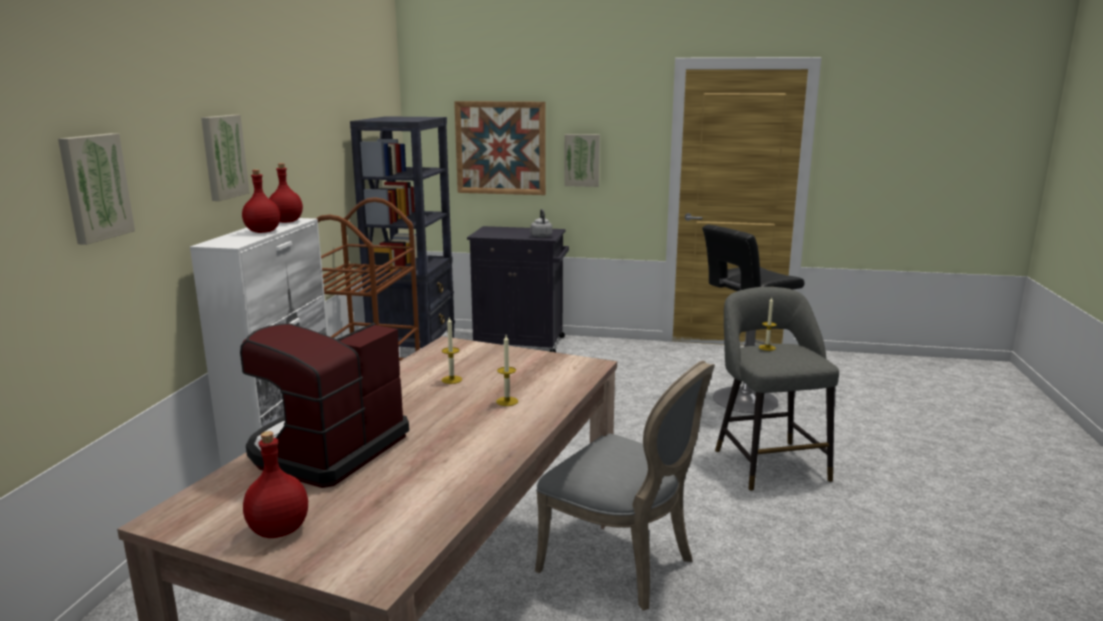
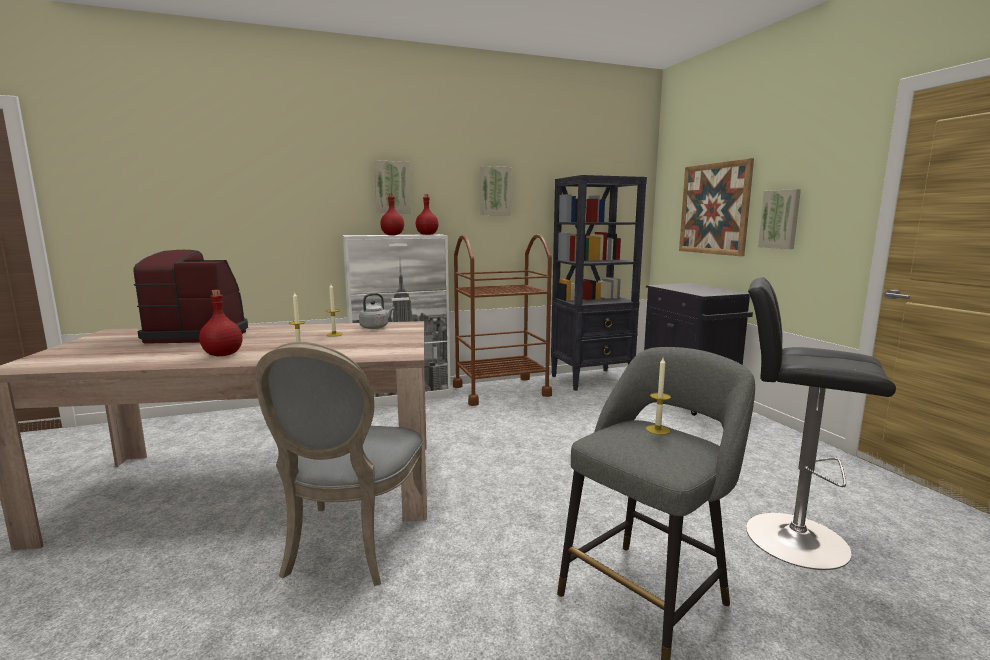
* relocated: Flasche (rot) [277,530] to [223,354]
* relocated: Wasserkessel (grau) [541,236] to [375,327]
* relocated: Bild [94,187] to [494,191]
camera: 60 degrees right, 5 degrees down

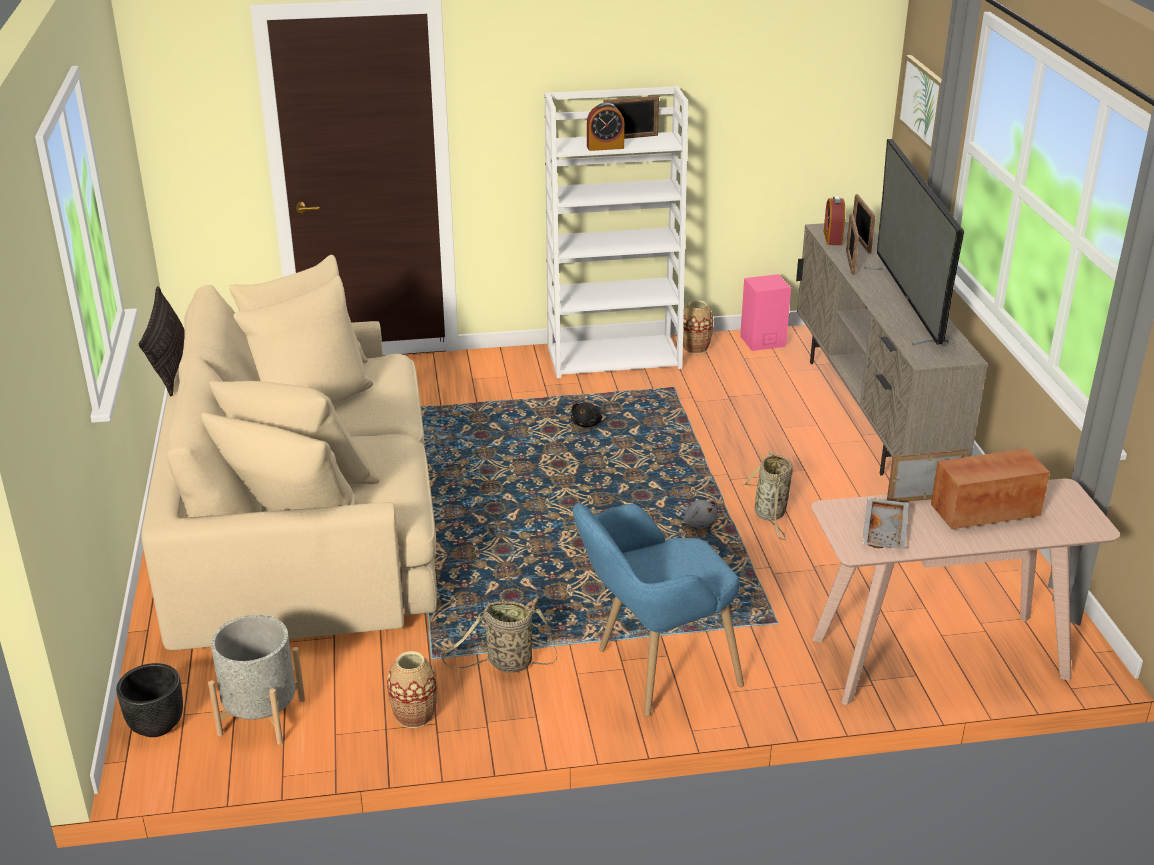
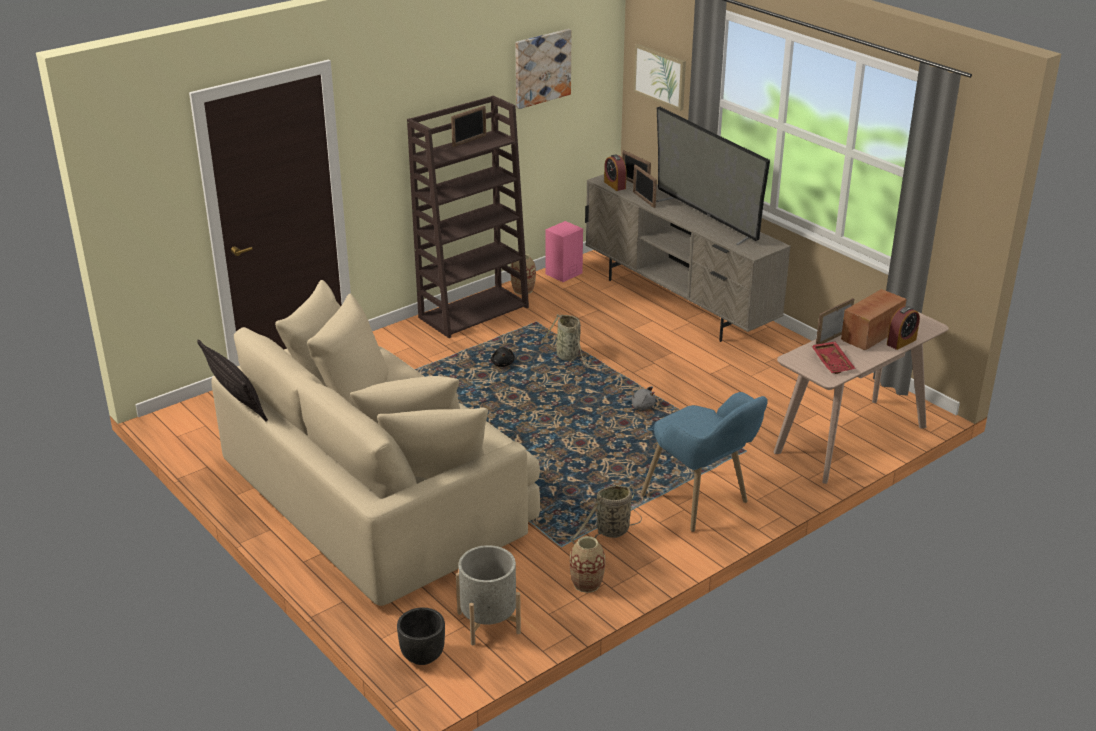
* colour: Bücherregal (weiß) [615,357] to Bücherregal (braun) [474,311]
* appeared: Bild [542,68]
* relocated: Korb [770,515] to [568,357]
* spun: Sessel (blau) [652,673] = [703,506] 75 degrees counterclockwise
* colour: Tablett (grau) [886,532] to Tablett (rot) [833,363]
* relocated: Wecker [605,147] to [901,342]
camera: 30 degrees left, 0 degrees up

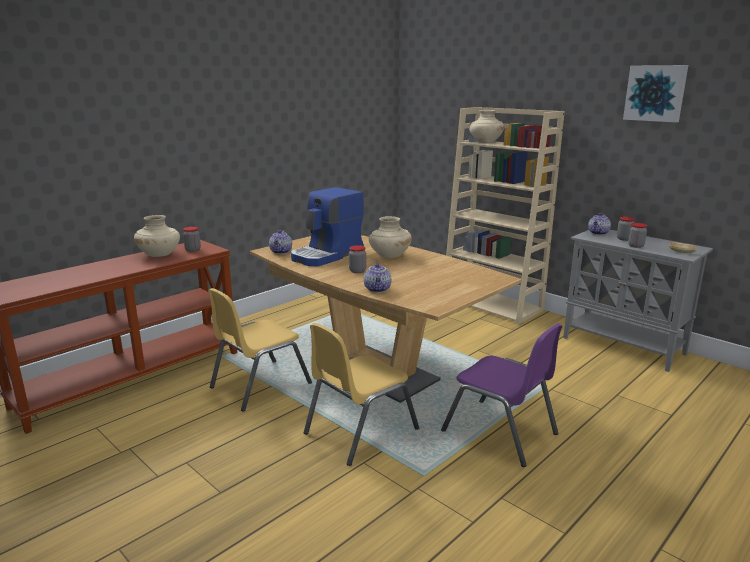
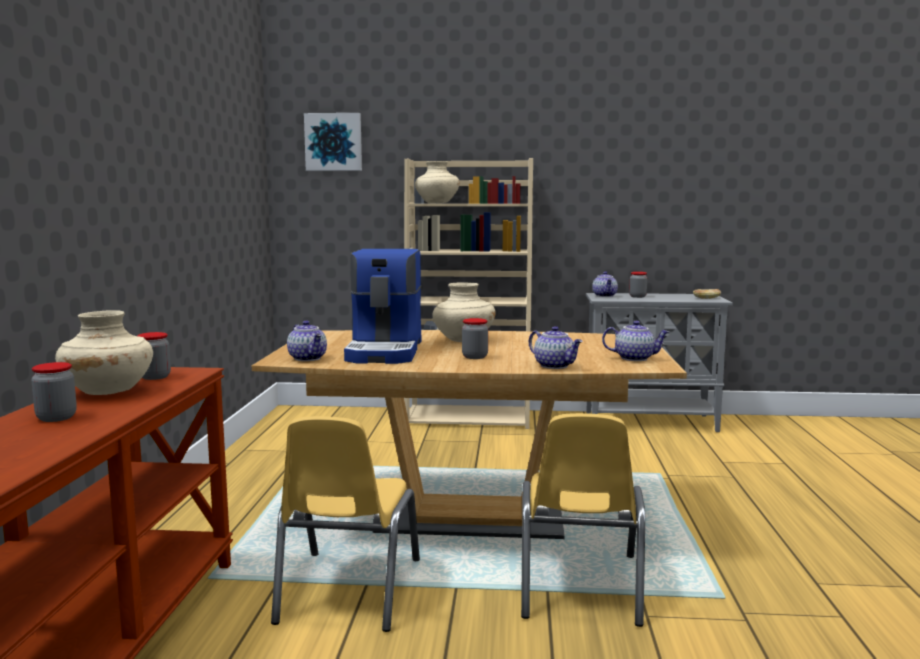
* relocated: Vorratsglas [635,246] to [56,418]
* relocated: Bild [655,93] to [333,142]
* appeared: Teekanne [634,358]
* missing: Stuhl (lila) [500,432]
camera: 40 degrees left, 10 degrees down

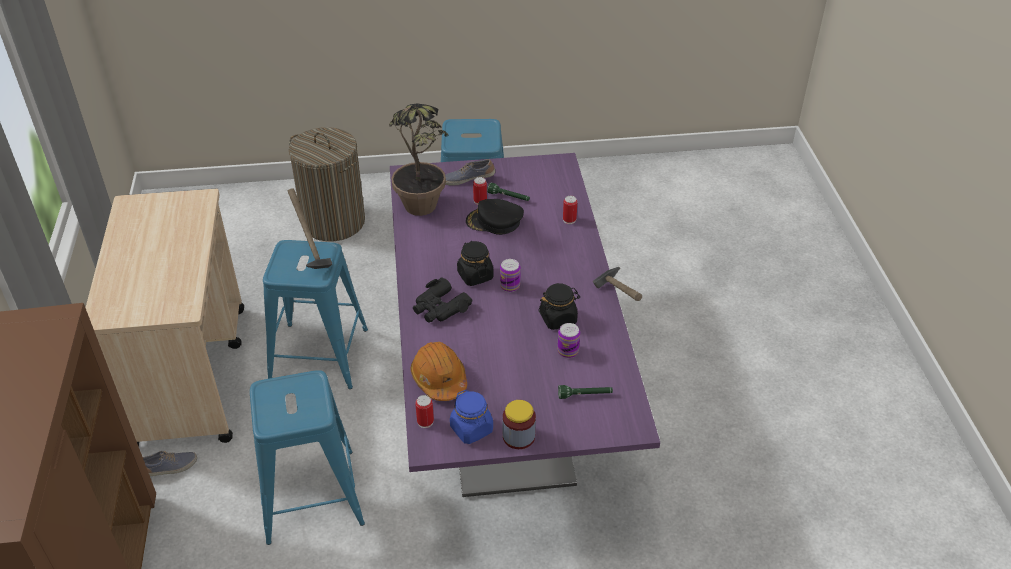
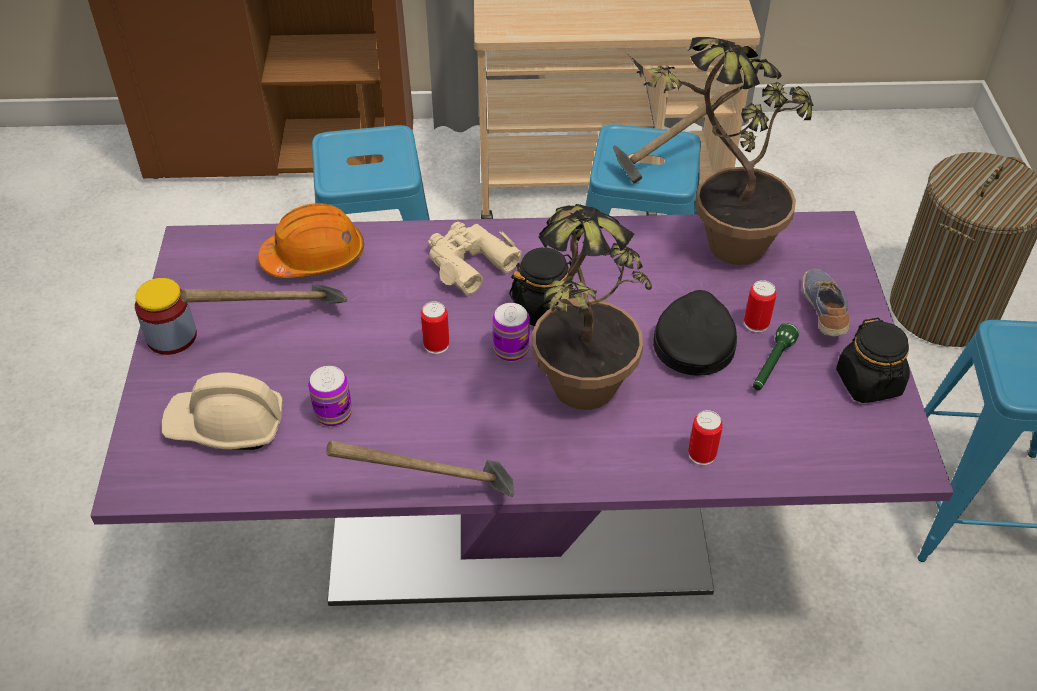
* exchanged: Taschenlampe (grün) [585,395] to Schutzhelm (beige) [226,425]
* appeared: Hammer [280,331]
* relocated: Dose [425,422] to [436,345]
* colour: Fernglas (schwarz) [440,308] to Fernglas (beige) [469,262]
* appeared: Topfpflanze [578,404]
* relocated: Vorratsglas (schwarz) [558,318] to [869,383]
* missing: Schuh [169,468]
* missing: Vorratsglas (blau) [472,429]
camera: 95 degrees right, 5 degrees up

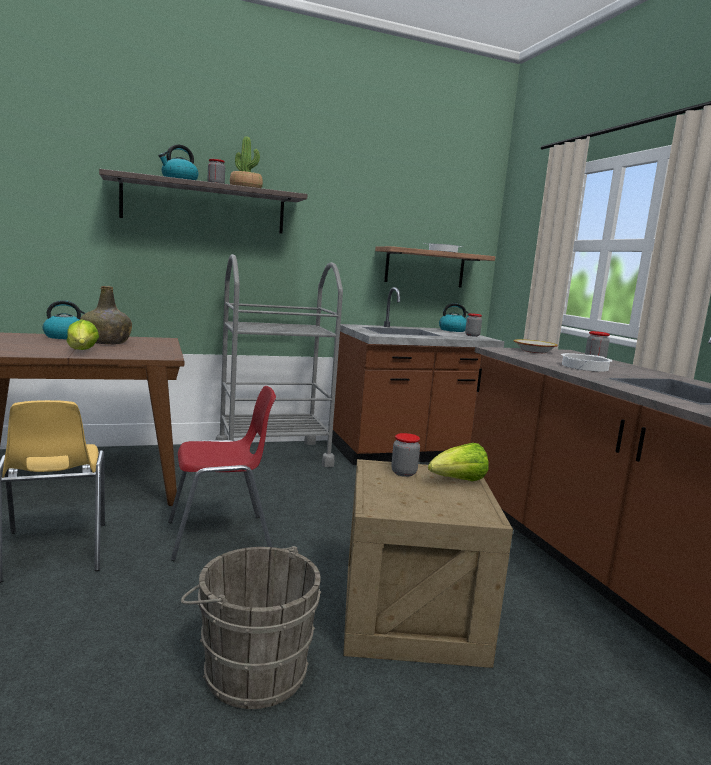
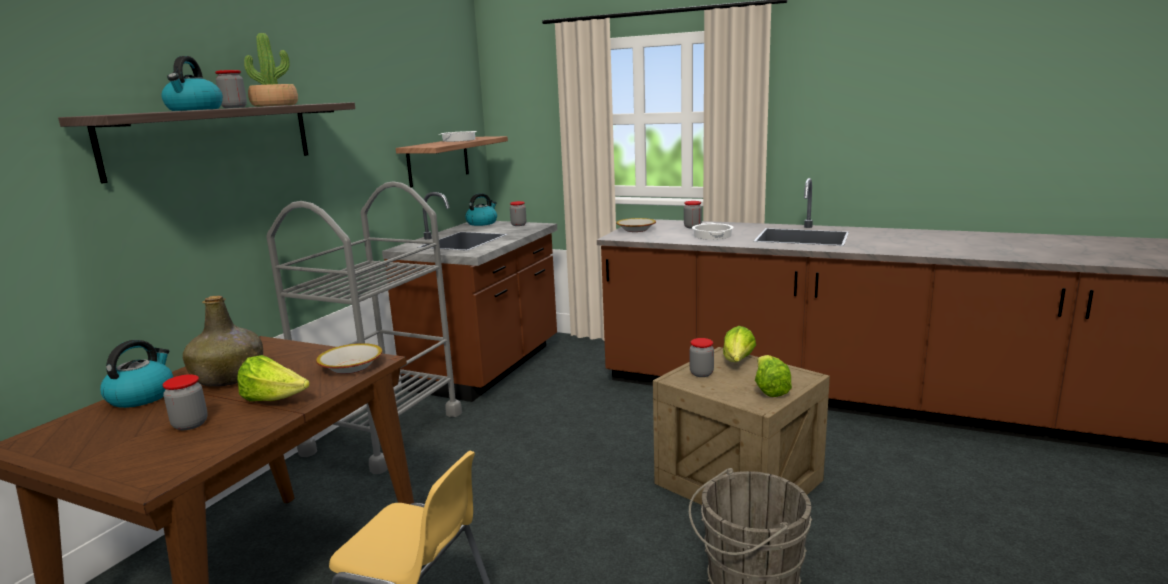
* appeared: Vorratsglas [190,424]
* appeared: Schüssel [351,367]
* appeared: Salatkopf [769,389]
* missing: Stuhl (rot) [220,537]
camera: 45 degrees left, 5 degrees up

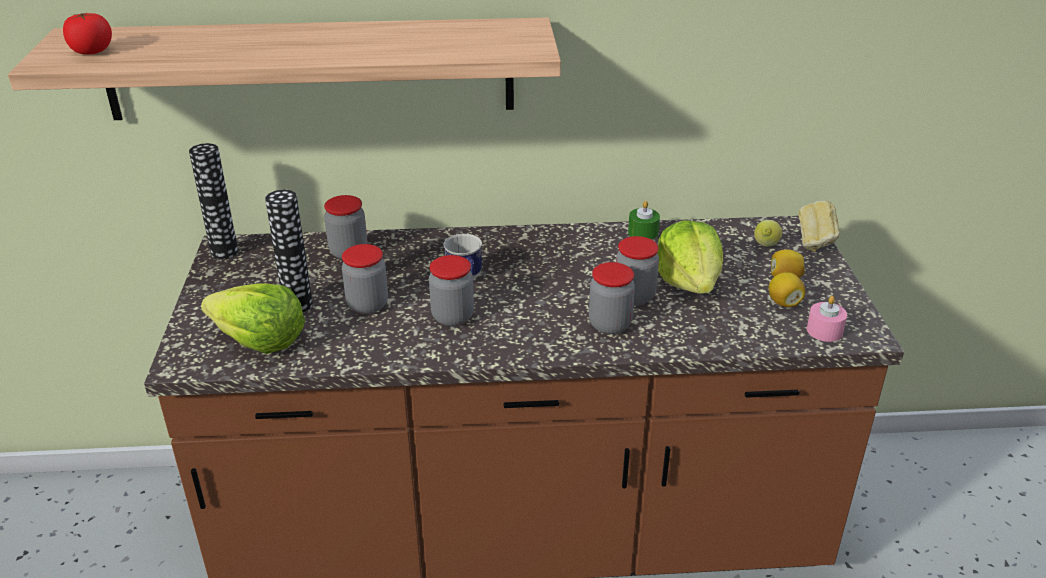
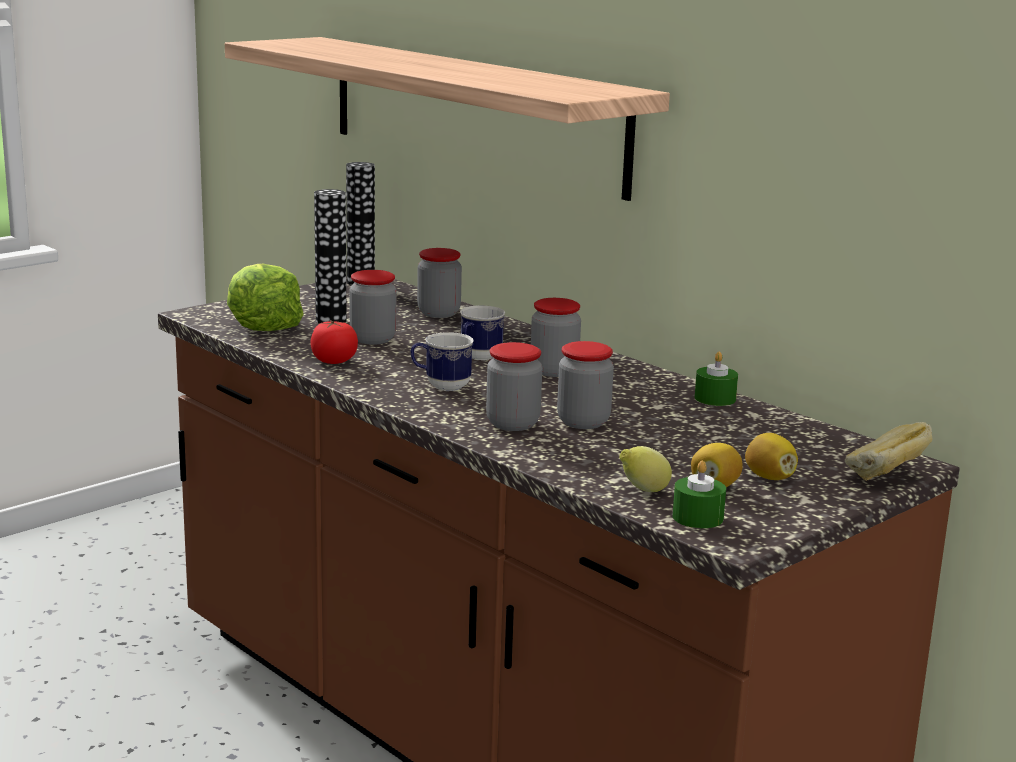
* relocated: Tomate [91,51] to [334,361]
* appeared: Henkelbecher [441,386]
* relocated: Vorratsglas [452,317] to [554,371]
* relocated: Zitrone [765,246] to [643,491]
* colour: Kerze (rosa) [824,331] to Kerze (grün) [697,517]
* missing: Salatkopf [689,281]
camera: 50 degrees right, 15 degrees down

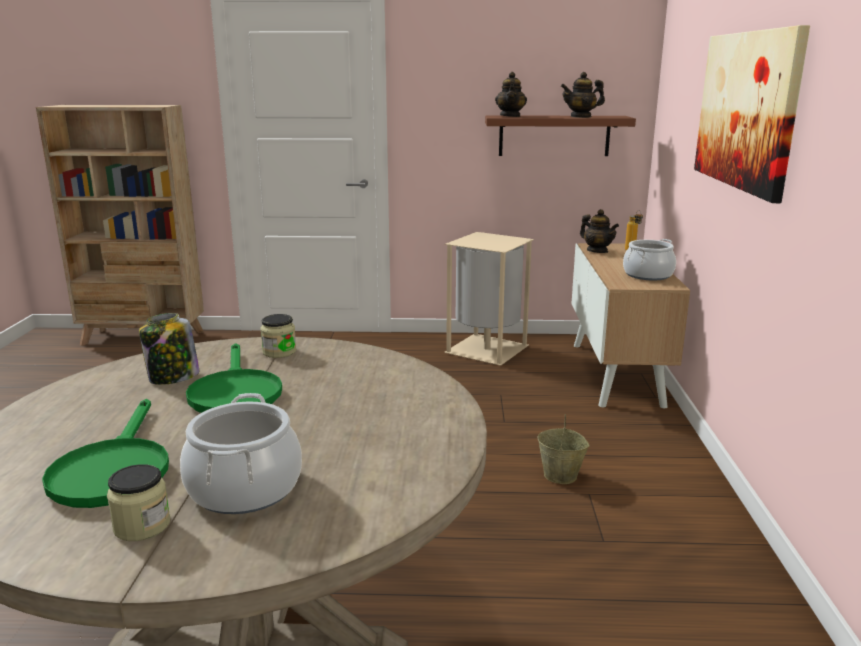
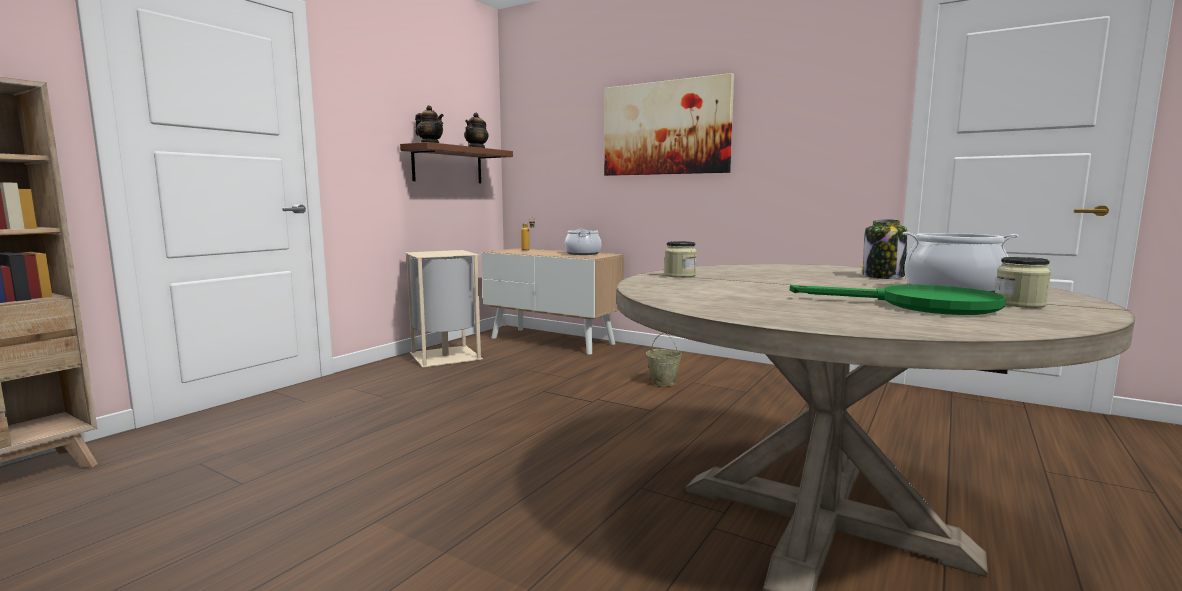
* relocated: Vorratsglas [173,378] to [883,276]
* missing: Pfanne (grün) [235,392]
* missing: Teekanne [597,251]
camera: 60 degrees left, 10 degrees down

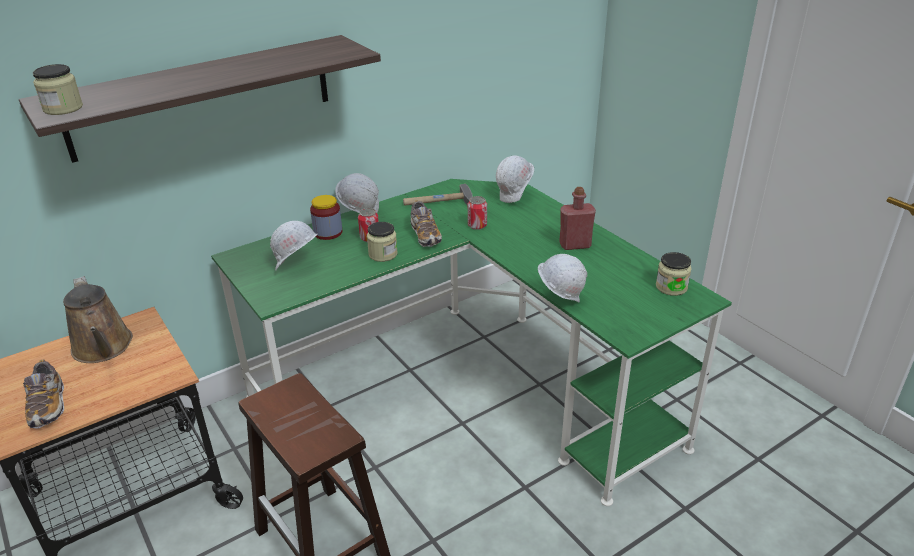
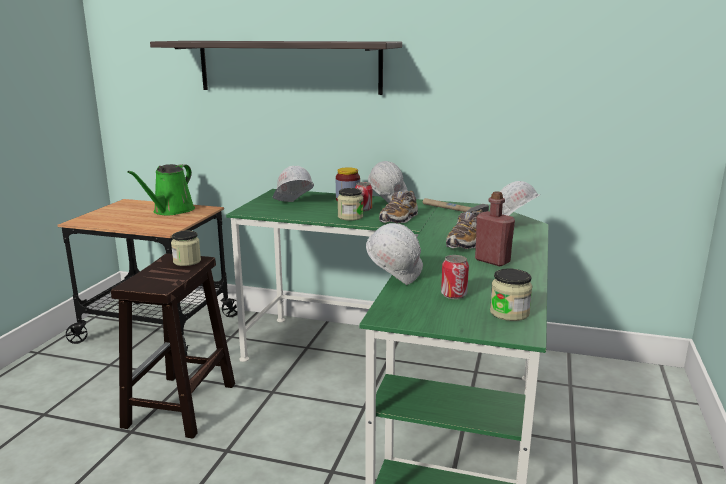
* colour: Gießkanne (braun) [103,348] to Gießkanne (grün) [171,211]
* relocated: Vorratsglas [63,108] to [187,261]
* relocated: Dose [477,225] to [454,295]
* relocated: Schuh [48,406] to [466,243]
camera: 50 degrees right, 15 degrees down

